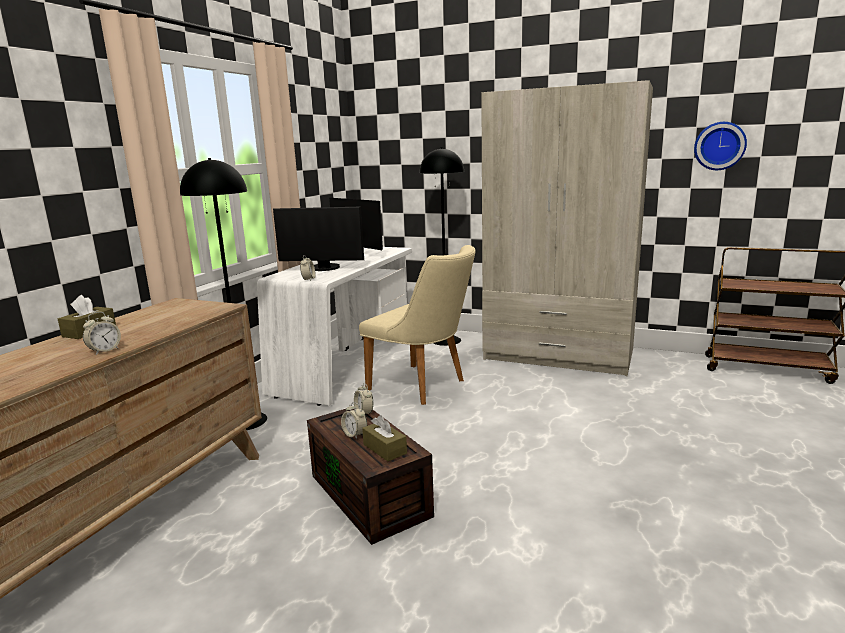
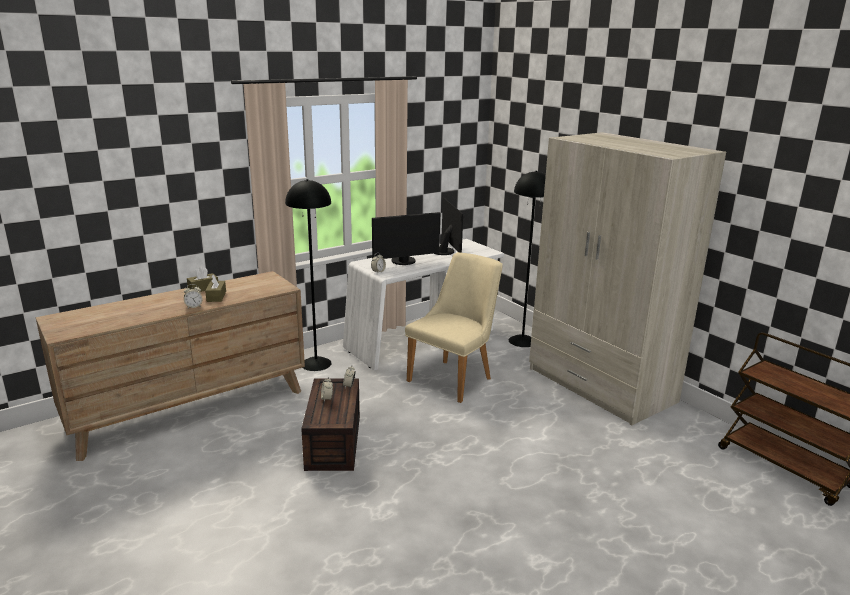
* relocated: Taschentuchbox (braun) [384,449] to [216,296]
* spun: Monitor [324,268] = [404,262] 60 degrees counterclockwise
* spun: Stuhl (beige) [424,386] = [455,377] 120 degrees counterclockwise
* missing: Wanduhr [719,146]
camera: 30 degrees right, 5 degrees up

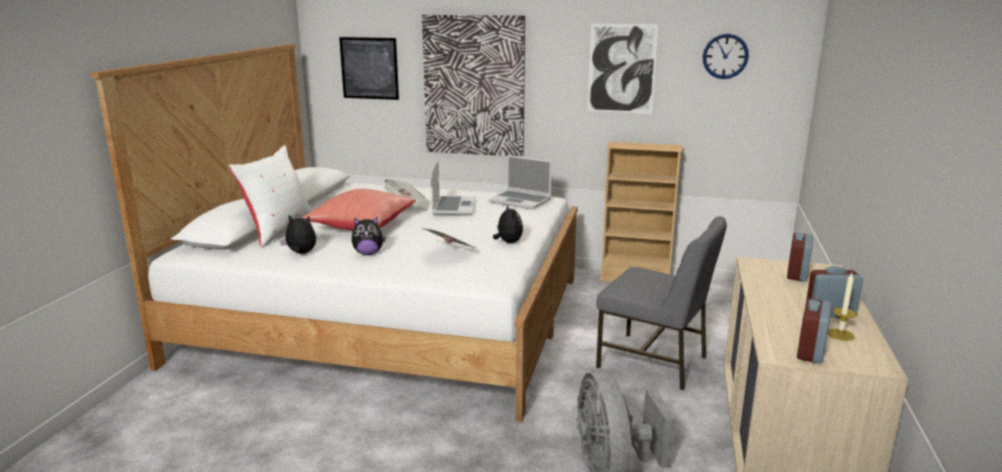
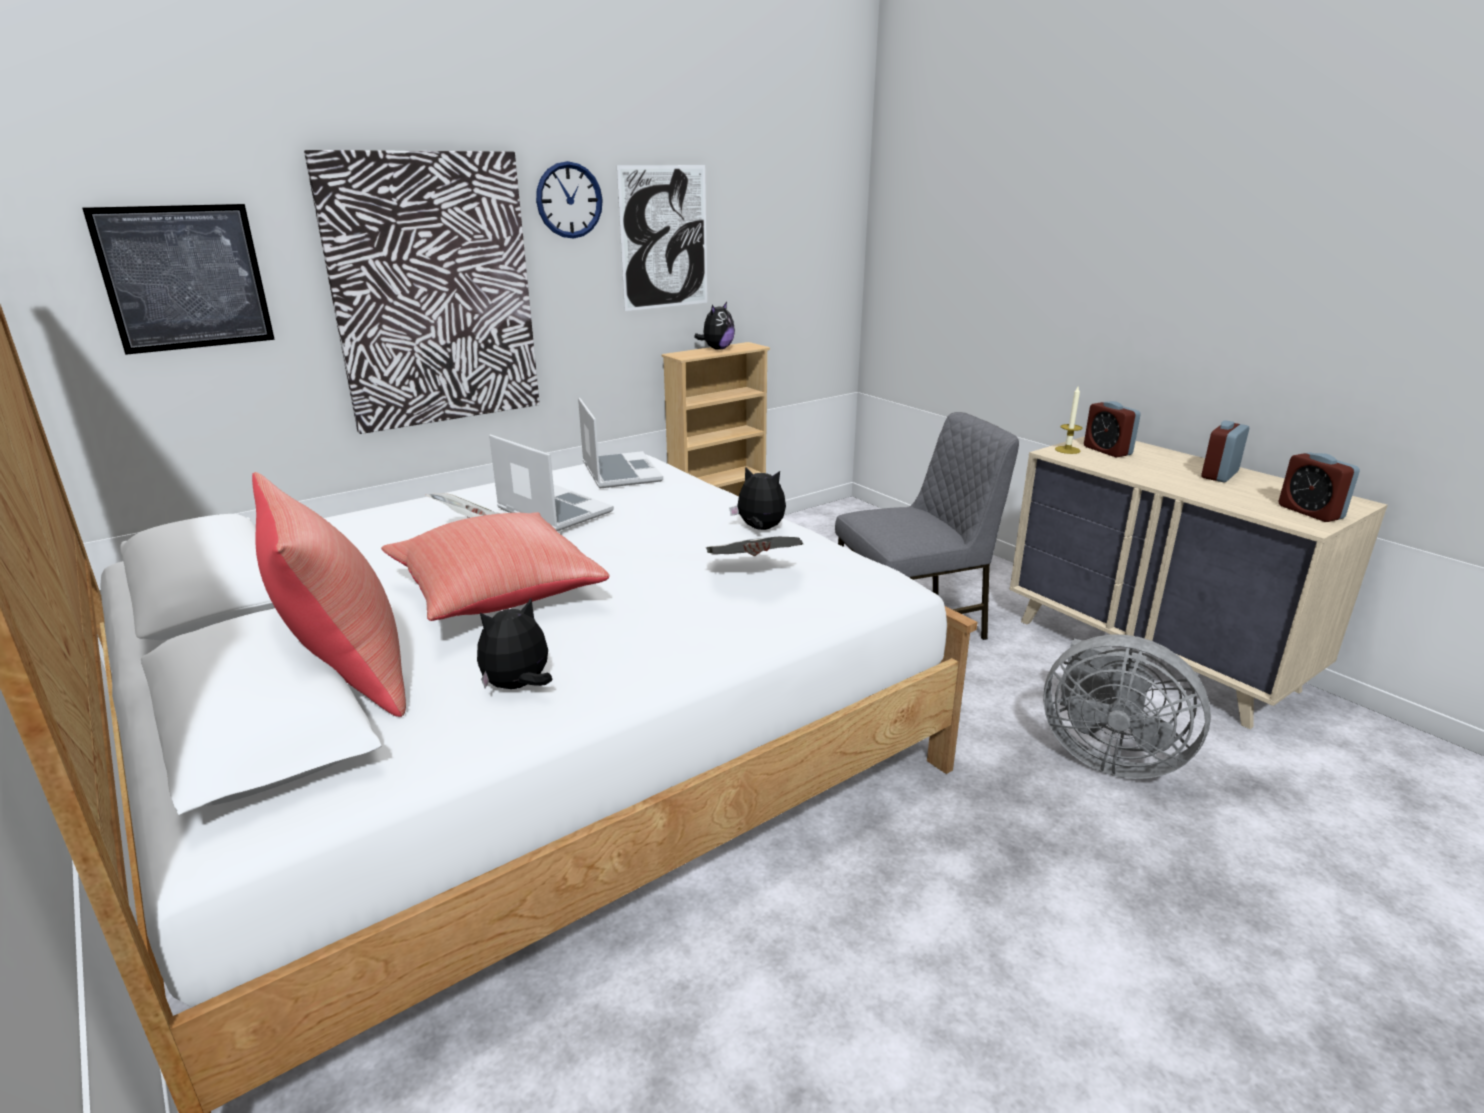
* colour: Kissen (weiß) [279,230] to Kissen (rot) [346,672]
* relocated: Wanduhr [725,56] to [569,200]
* spun: Laptop [521,201] = [619,472] 90 degrees counterclockwise
* relocated: Plüschtier [368,253] to [717,349]
* relocated: Kerze [840,334] to [1067,450]
camera: 50 degrees left, 5 degrees up

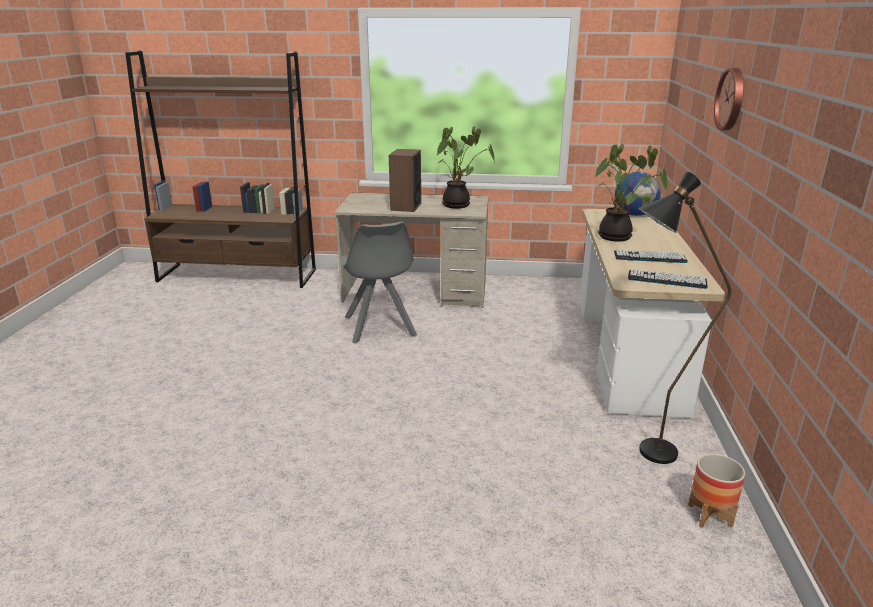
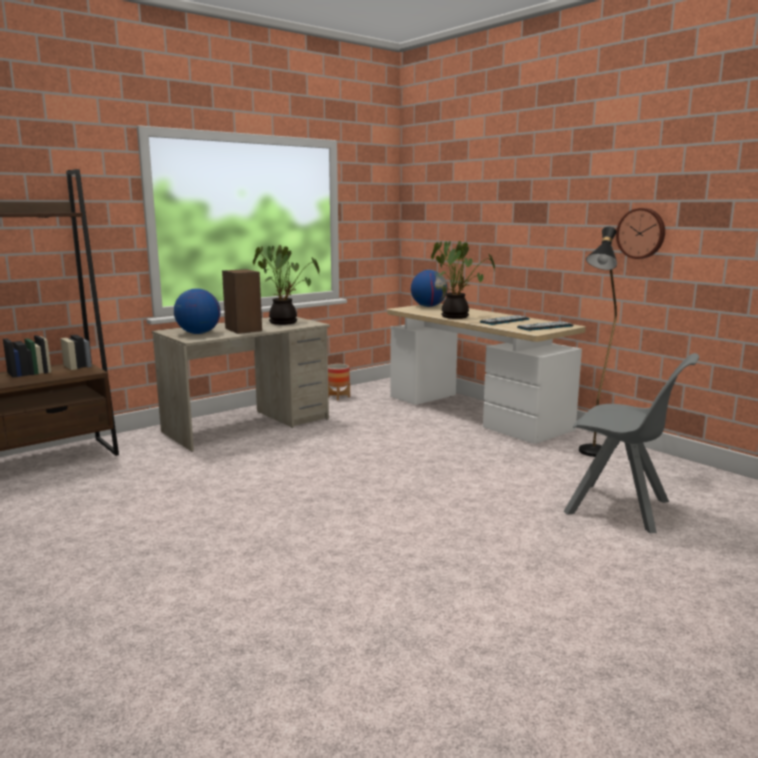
* appeared: Globus [198,333]
* relocated: Pflanzkübel [710,515] to [338,397]
* relocated: Stuhl (grau) [380,327] to [620,508]
* relocated: Wanduhr [732,99] to [641,233]
camera: 45 degrees left, 10 degrees down

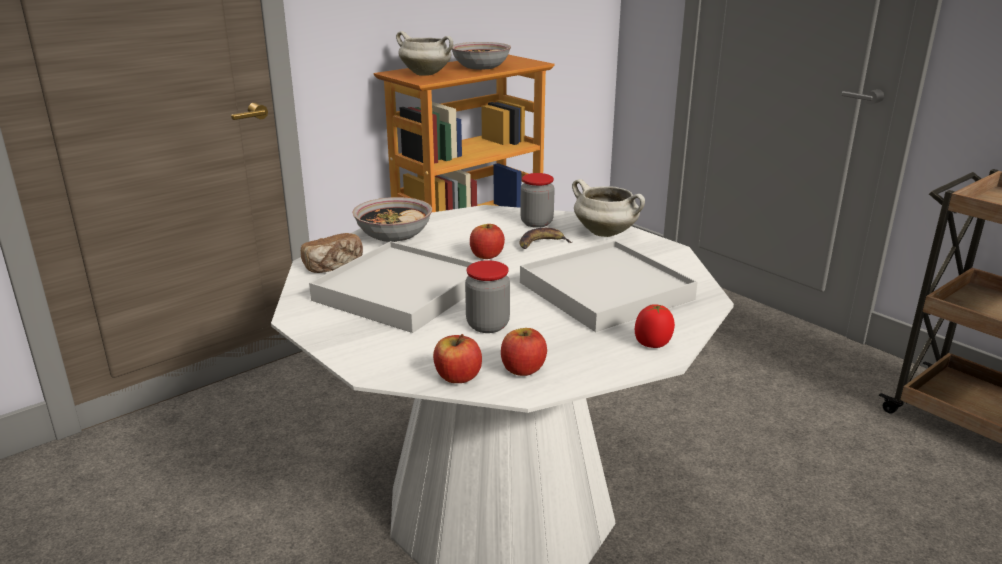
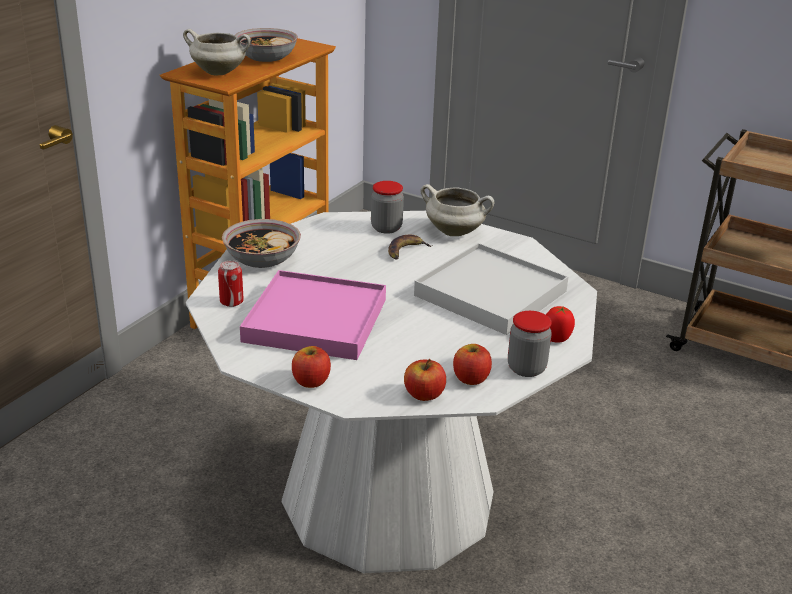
* exchanged: Brot [333,266] to Dose [231,302]
* colour: Tablett (weiß) [401,292] to Tablett (rosa) [316,320]
* relocated: Apfel [486,255] to [311,381]
* relocated: Vorratsglas [488,325] to [526,368]
camera: 20 degrees left, 5 degrees up

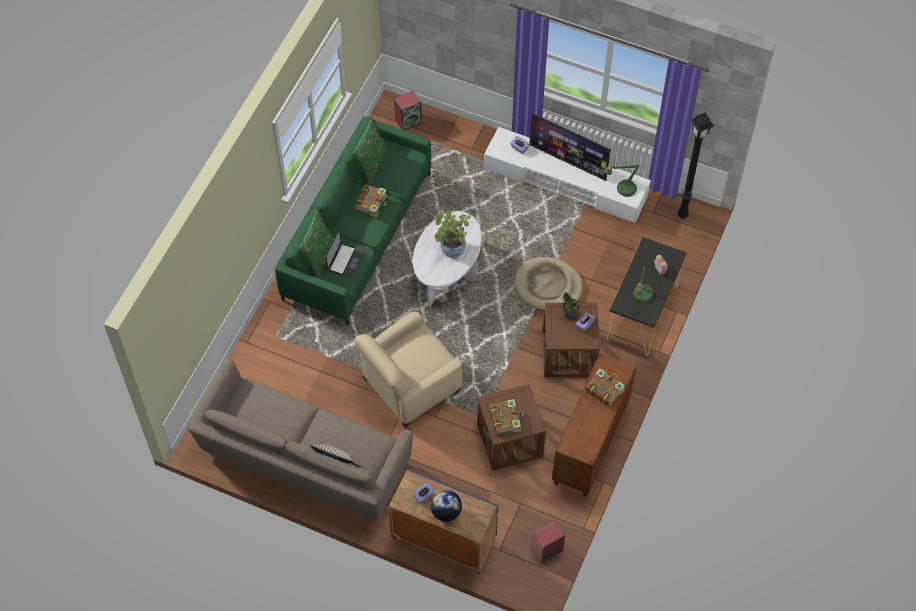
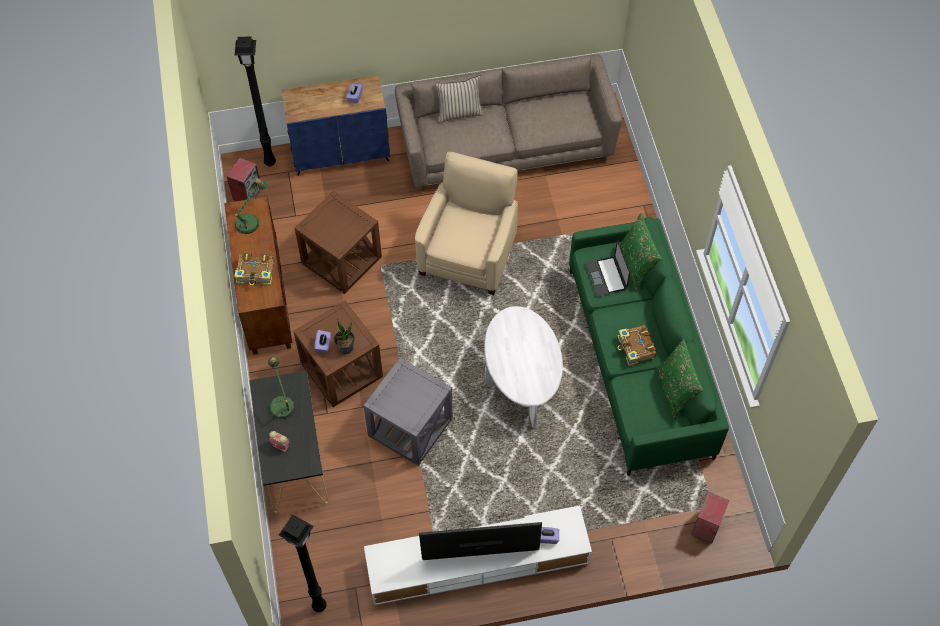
* relocated: Tischlampe [623,188] to [250,221]
* appeared: Stehlampe (schwarz) [270,162]
* exchanged: Hundebett (beige) [548,286] to Beistelltisch (grau) [410,427]
* missing: Globus [446,512]
* missing: Topfpflanze [451,250]
* missing: Buch [505,419]
camera: 145 degrees right, 0 degrees up

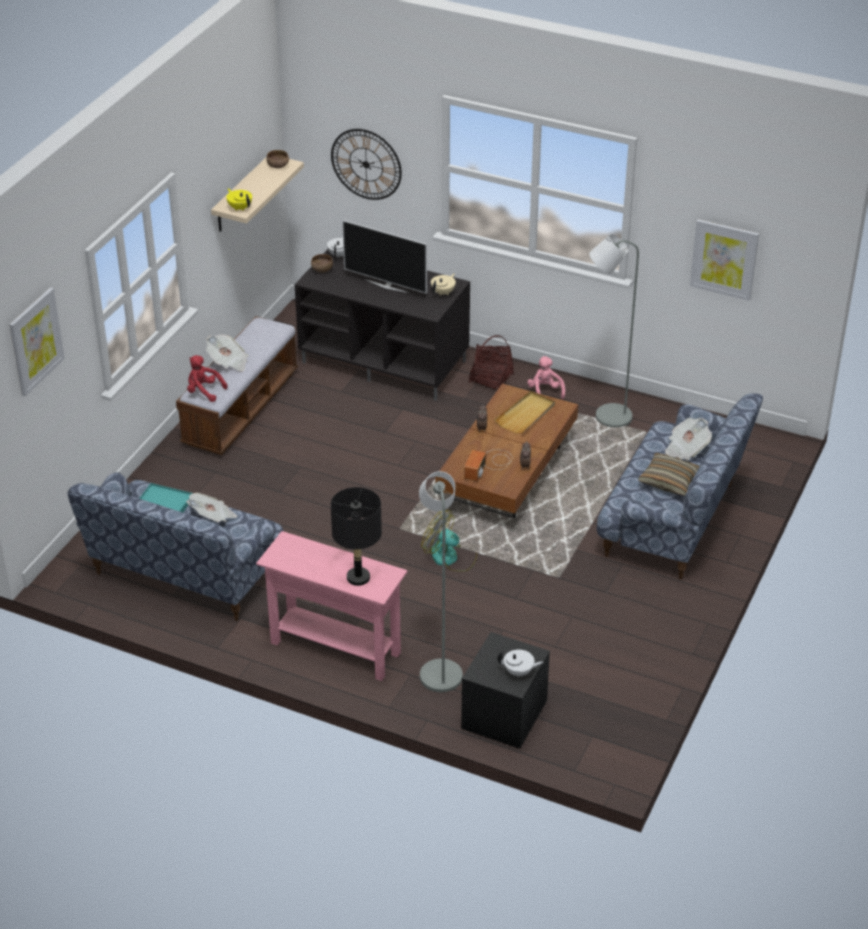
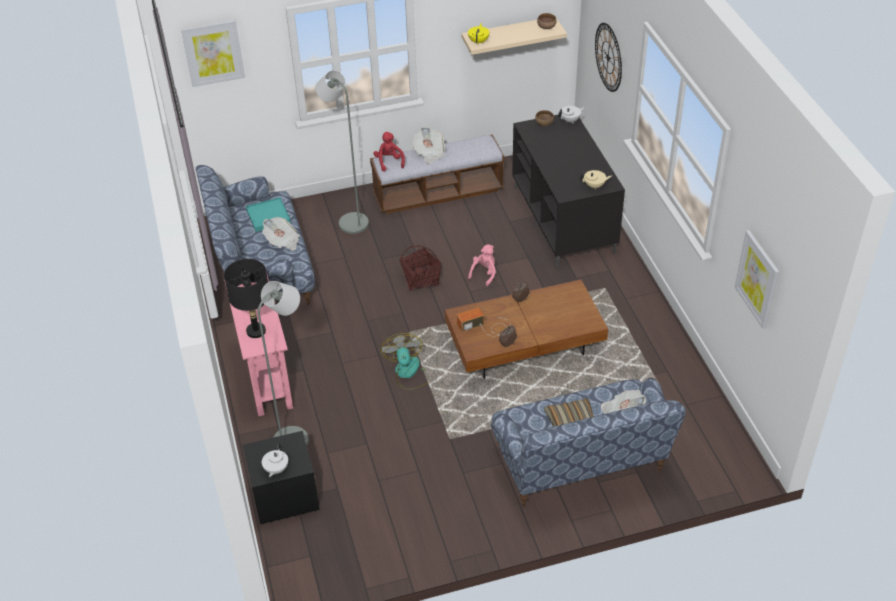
* spun: Teekanne (weiß) [519,672] = [276,469] 45 degrees clockwise
* relocated: Stehlampe (grau) [606,417] to [349,221]
* relocated: Korb [491,378] to [421,279]
* relocated: Plüschtier (rosa) [545,392] to [484,273]
* missing: Fernseher [387,286]
* missing: Tablett (beige) [525,414]
camera: 50 degrees right, 5 degrees up

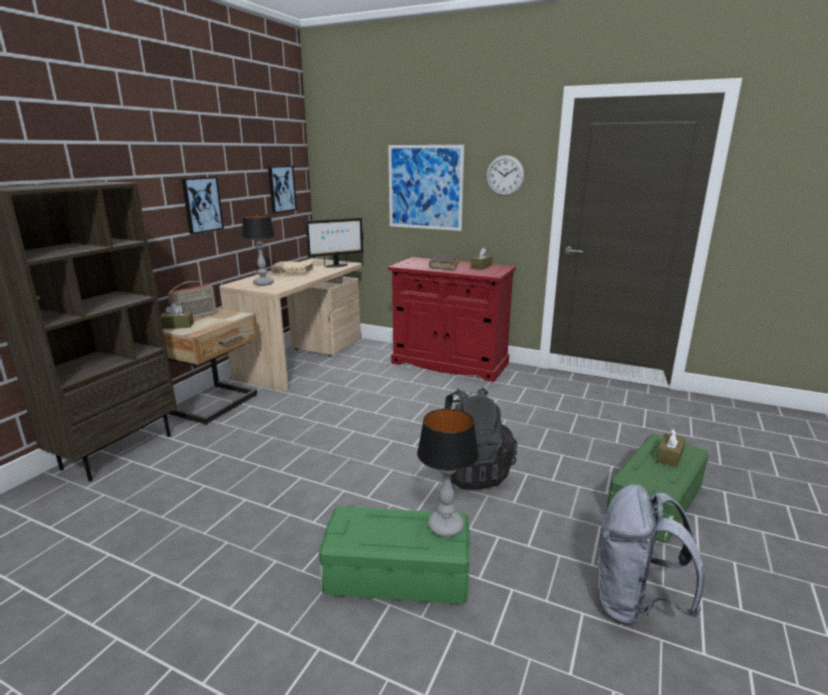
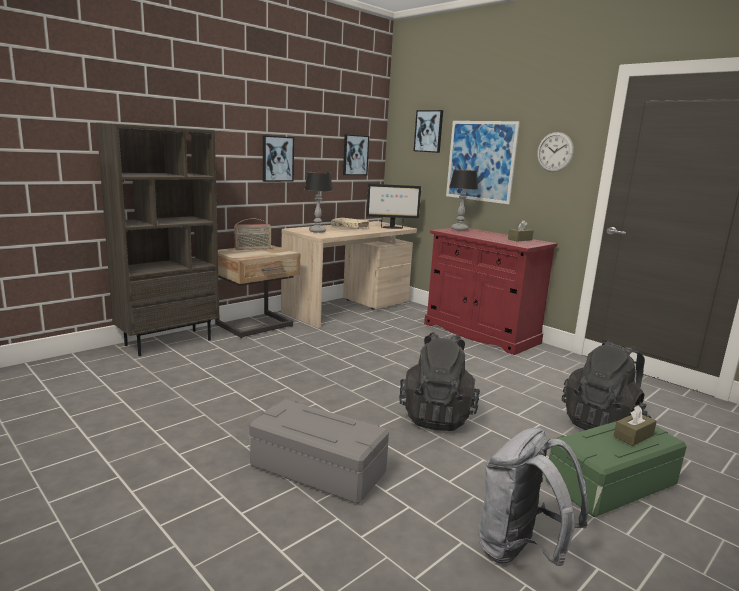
* colour: Aufbewahrungsbox (grün) [396,575] to Aufbewahrungsbox (grau) [316,469]
* appeared: Bild [429,131]
* relocated: Tischlampe [446,527] to [459,229]
* appeared: Rucksack (schwarz) [602,424]
* missing: Taschentuchbox (braun) [177,326]
* missing: Buch (braun) [444,266]
camera: 20 degrees right, 5 degrees down

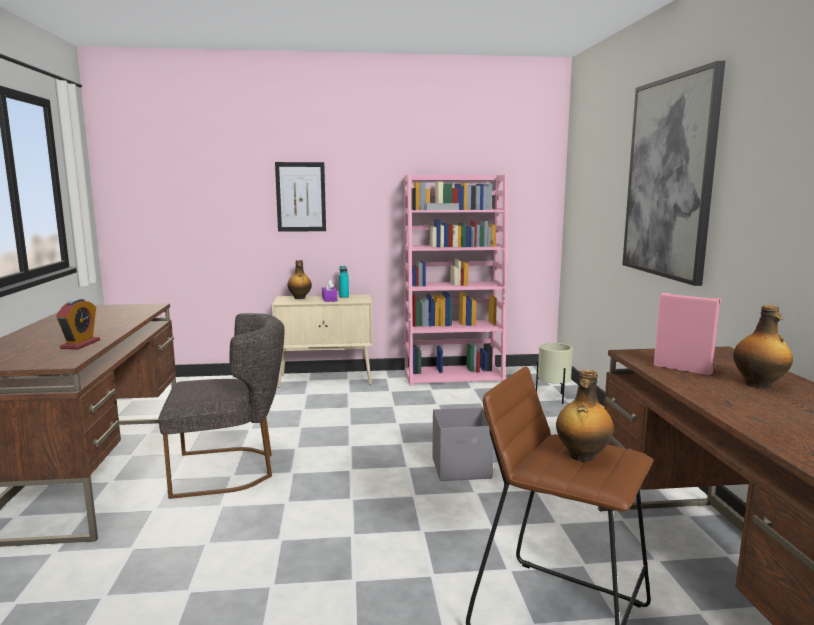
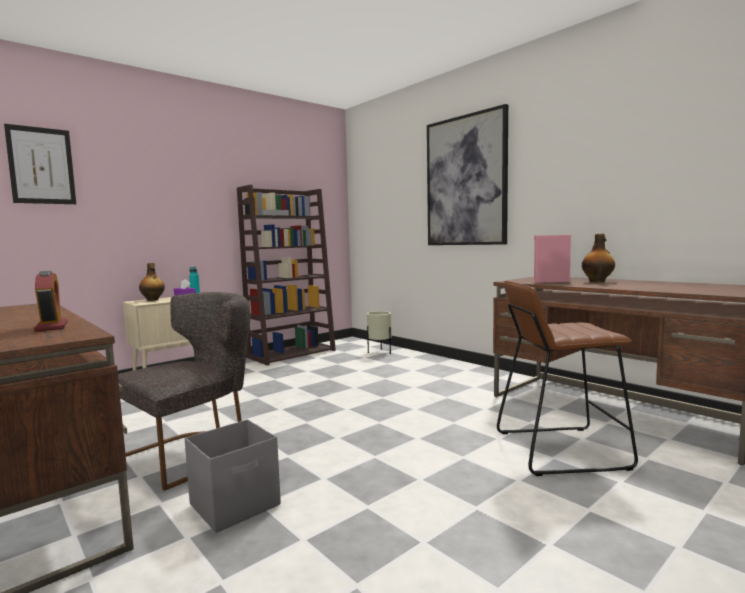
* relocated: Bild [301,197] to [41,166]
* relocated: Aufbewahrungsbox (grau) [462,469] to [236,505]
* colour: Bücherregal (rosa) [454,375] to Bücherregal (braun) [292,353]
* missing: Flasche [581,456]
camera: 35 degrees left, 5 degrees down

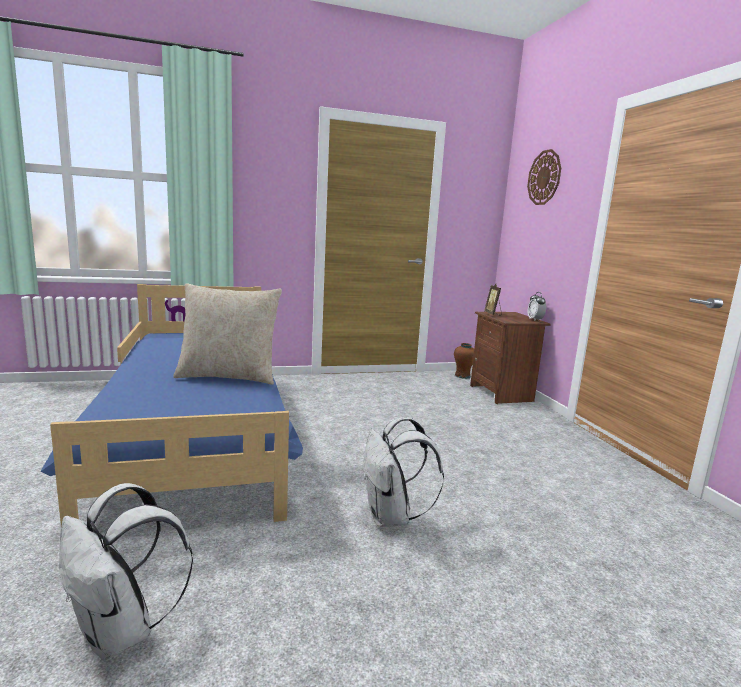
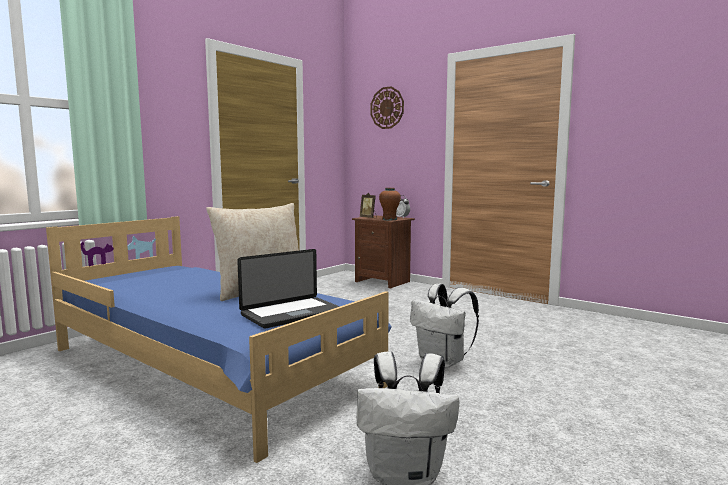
* appeared: Laptop [292,314]
* relocated: Vase (braun) [462,376] to [389,219]
camera: 35 degrees left, 5 degrees down

